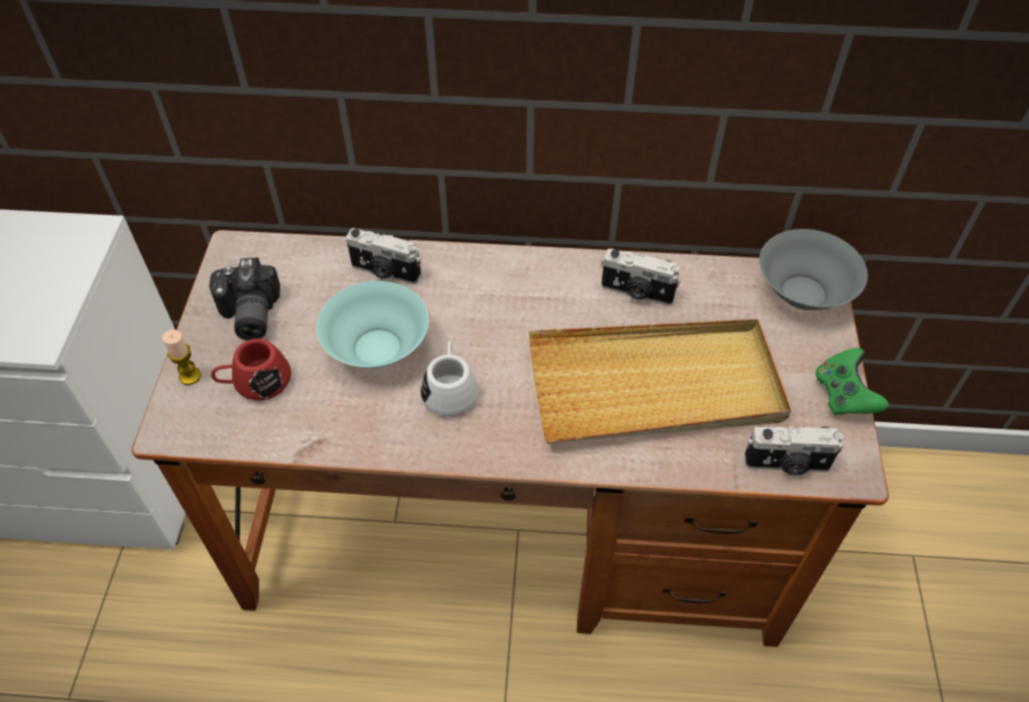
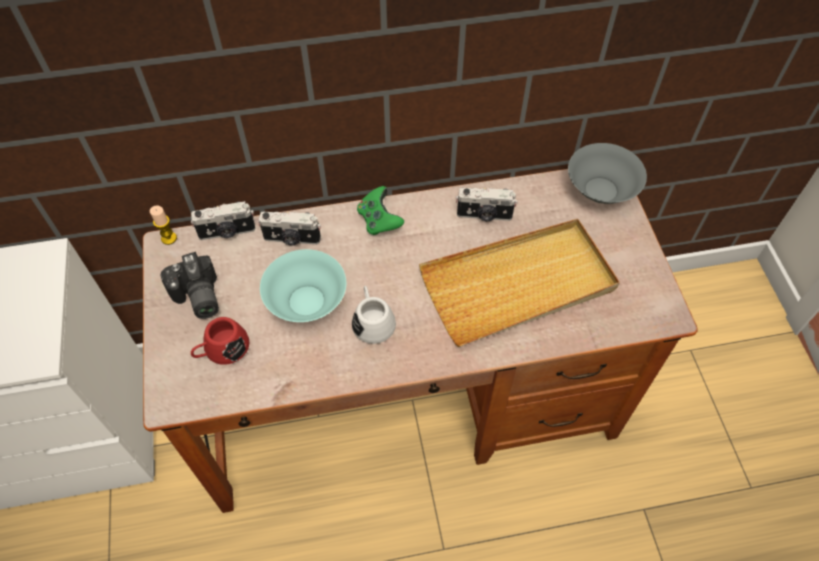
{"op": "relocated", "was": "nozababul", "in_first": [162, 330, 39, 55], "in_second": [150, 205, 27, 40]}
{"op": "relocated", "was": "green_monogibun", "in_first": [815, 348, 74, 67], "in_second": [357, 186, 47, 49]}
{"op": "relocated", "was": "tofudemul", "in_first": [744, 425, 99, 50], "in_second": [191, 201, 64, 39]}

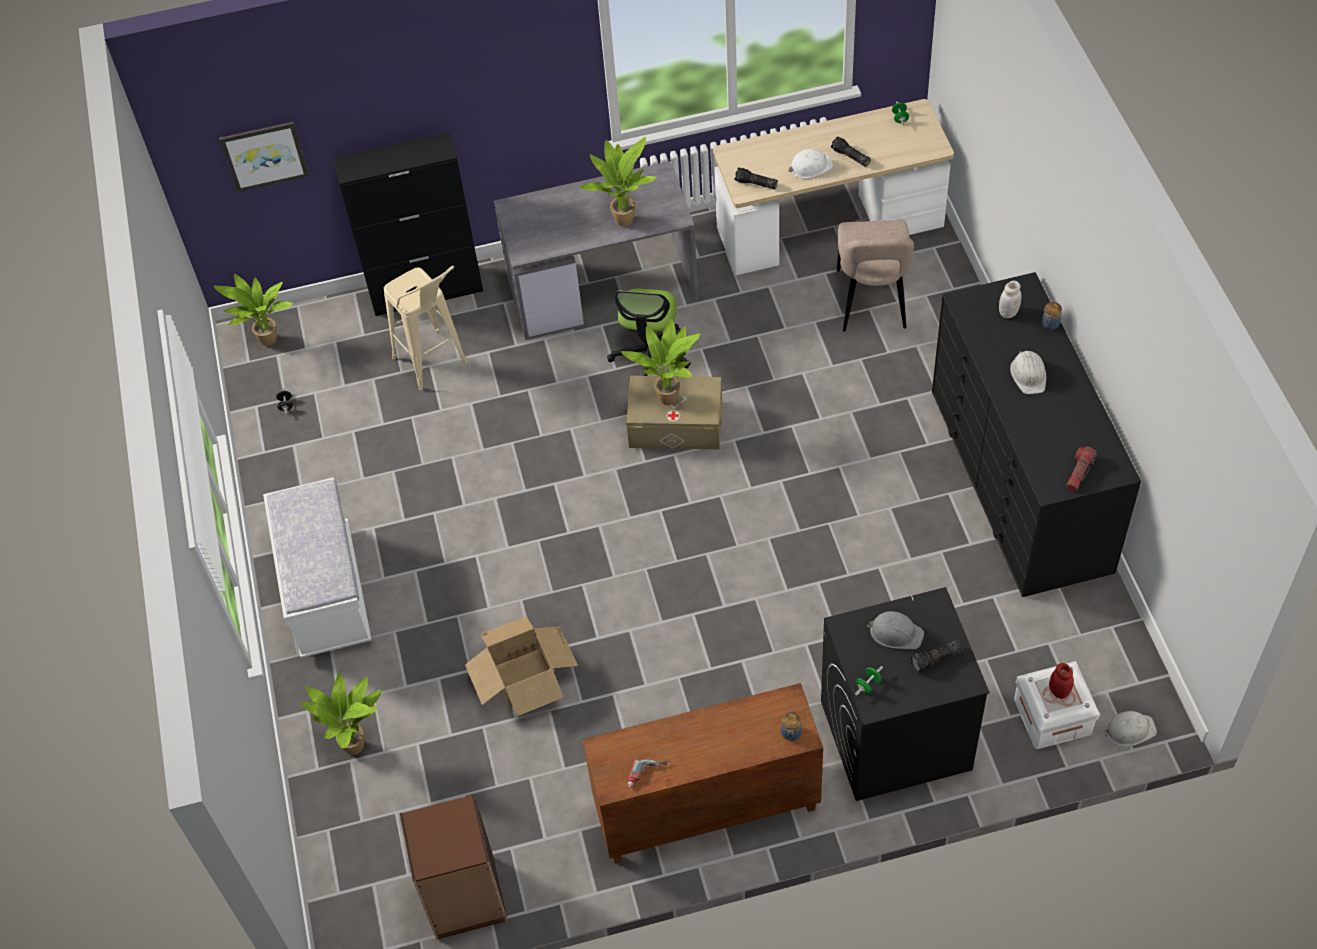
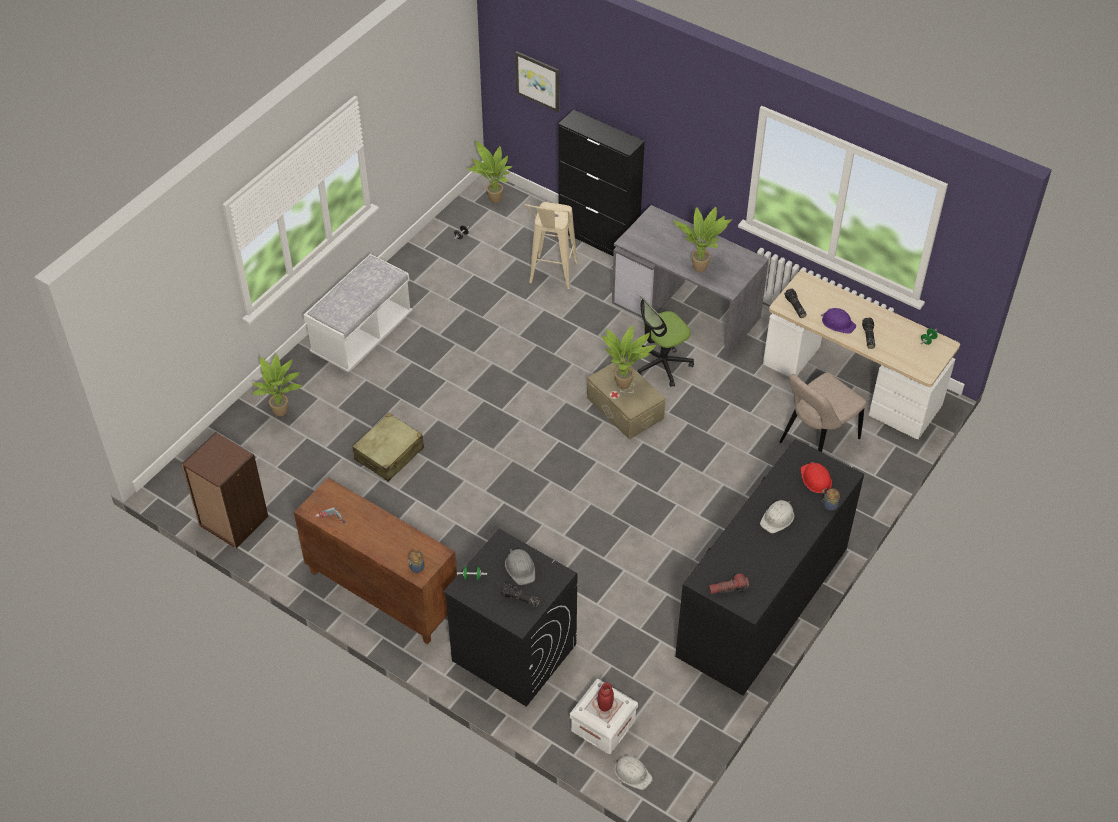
{"op": "colour", "was": "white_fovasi", "now": "purple_fovasi", "in_first": [789, 149, 45, 29], "in_second": [821, 308, 35, 26]}
{"op": "exchanged", "was": "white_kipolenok", "now": "red_fovasi", "in_first": [999, 281, 22, 37], "in_second": [801, 462, 31, 32]}
{"op": "exchanged", "was": "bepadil", "now": "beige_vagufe", "in_first": [465, 616, 113, 100], "in_second": [353, 413, 71, 69]}

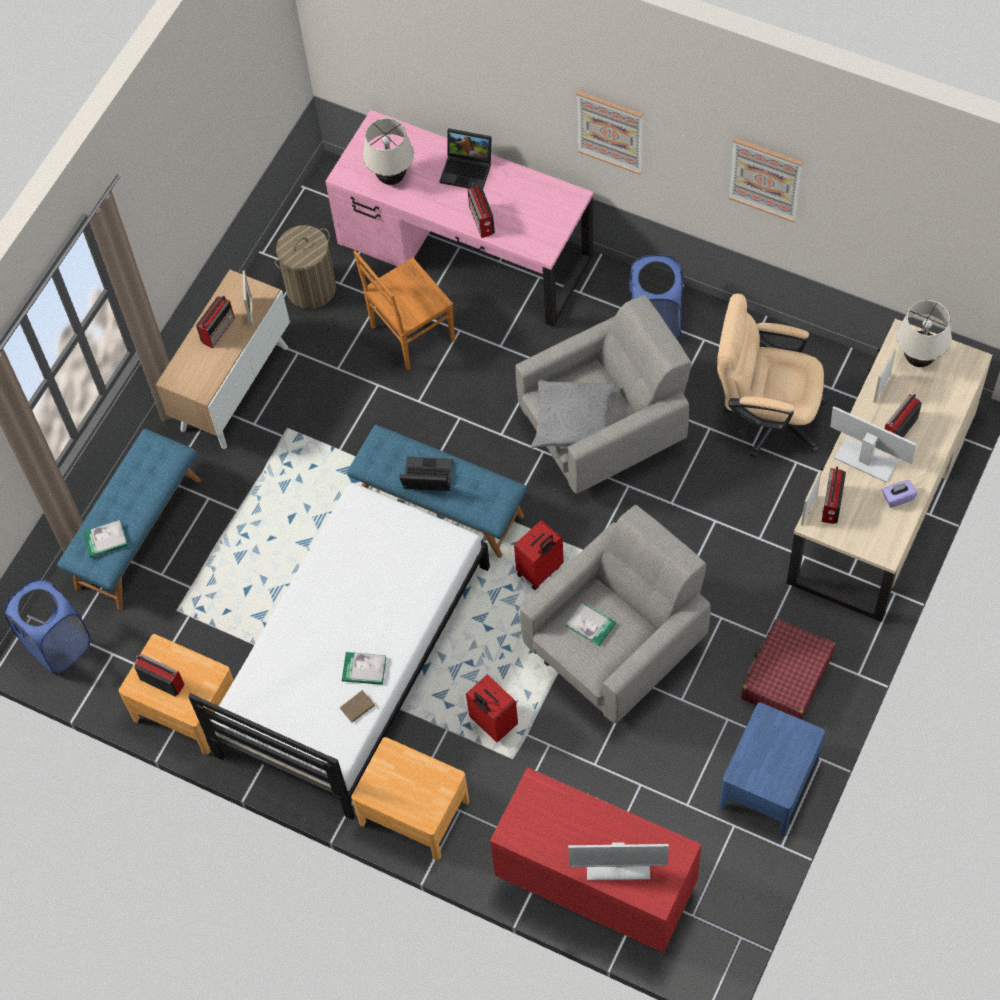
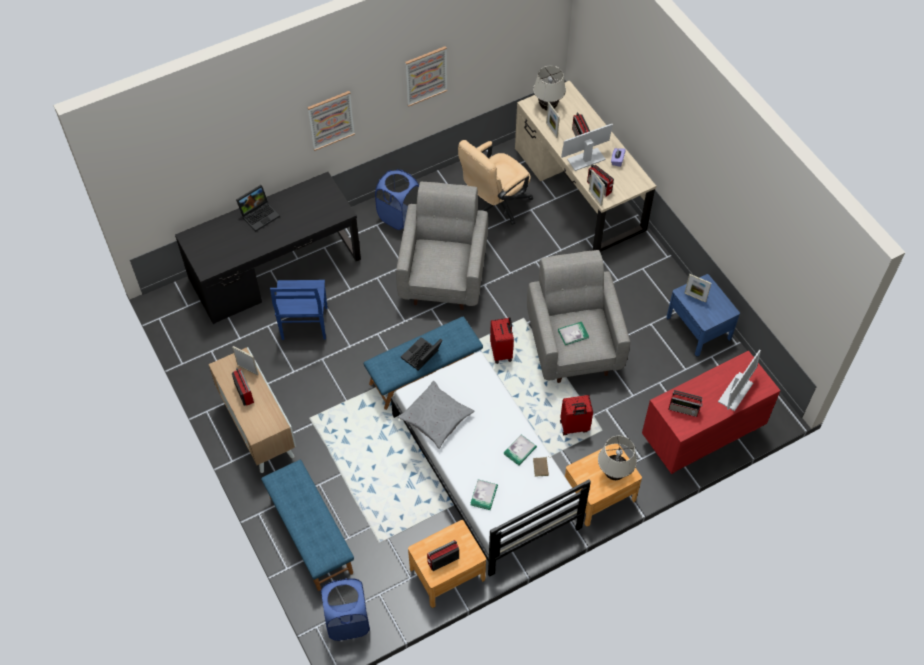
{"op": "colour", "was": "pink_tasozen", "now": "black_tasozen", "in_first": [325, 110, 268, 217], "in_second": [175, 172, 186, 152]}
{"op": "relocated", "was": "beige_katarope", "in_first": [363, 118, 51, 67], "in_second": [598, 436, 39, 44]}
{"op": "relocated", "was": "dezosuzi", "in_first": [467, 183, 28, 55], "in_second": [668, 390, 35, 27]}
{"op": "missing", "was": "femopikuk", "in_first": [275, 225, 61, 84]}
{"op": "colour", "was": "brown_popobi", "now": "blue_popobi", "in_first": [354, 251, 101, 119], "in_second": [270, 280, 58, 60]}
{"op": "relocated", "was": "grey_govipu", "in_first": [531, 379, 85, 69], "in_second": [398, 381, 77, 68]}
{"op": "relocated", "was": "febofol", "in_first": [83, 520, 45, 38], "in_second": [470, 480, 28, 30]}
{"op": "missing", "was": "red_vagufe", "in_first": [741, 619, 94, 101]}
{"op": "appeared", "now": "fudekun", "in_second": [684, 274, 27, 29]}

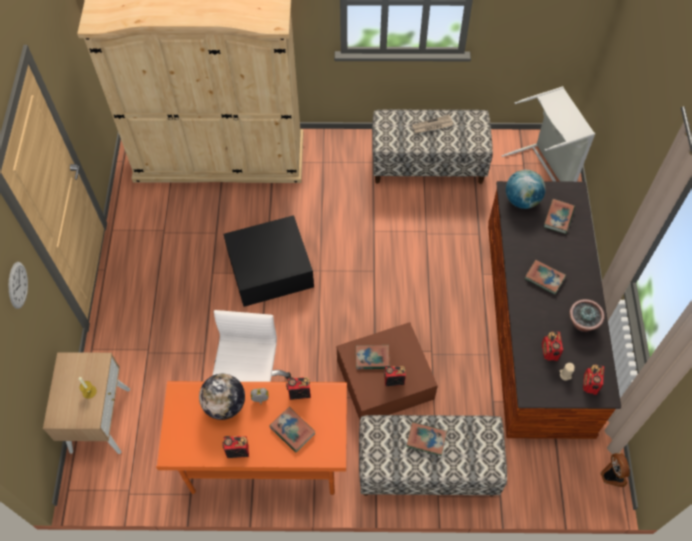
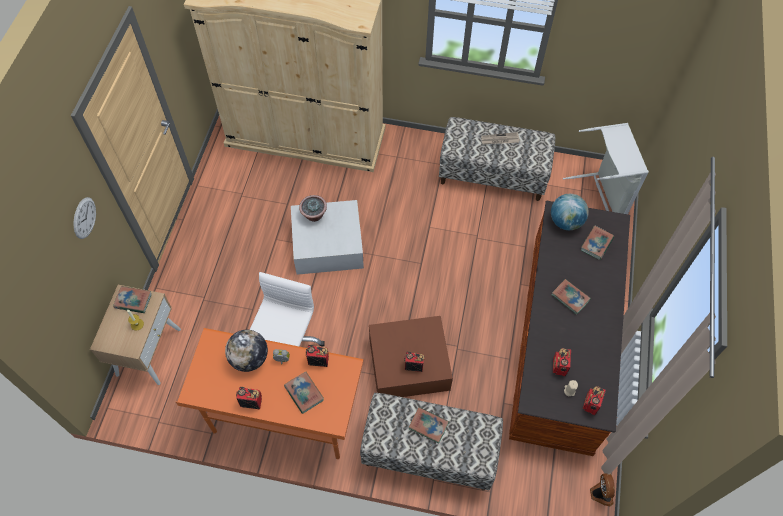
{"op": "colour", "was": "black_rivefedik", "now": "white_rivefedik", "in_first": [223, 215, 91, 92], "in_second": [291, 200, 73, 75]}
{"op": "relocated", "was": "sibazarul", "in_first": [569, 299, 36, 33], "in_second": [299, 195, 28, 27]}
{"op": "relocated", "was": "febofol", "in_first": [356, 345, 34, 24], "in_second": [113, 286, 39, 27]}

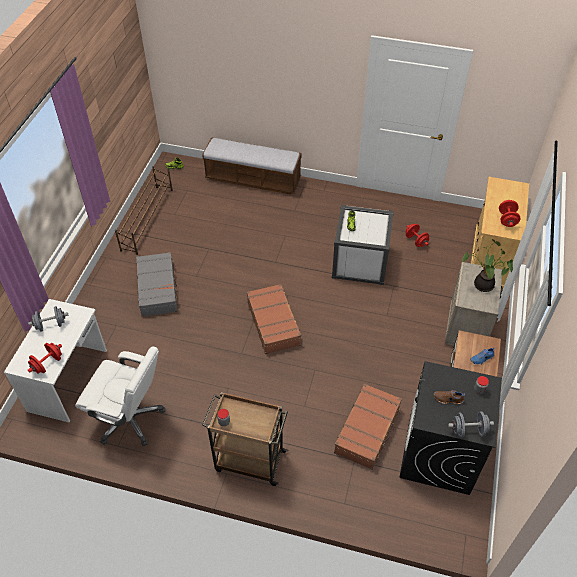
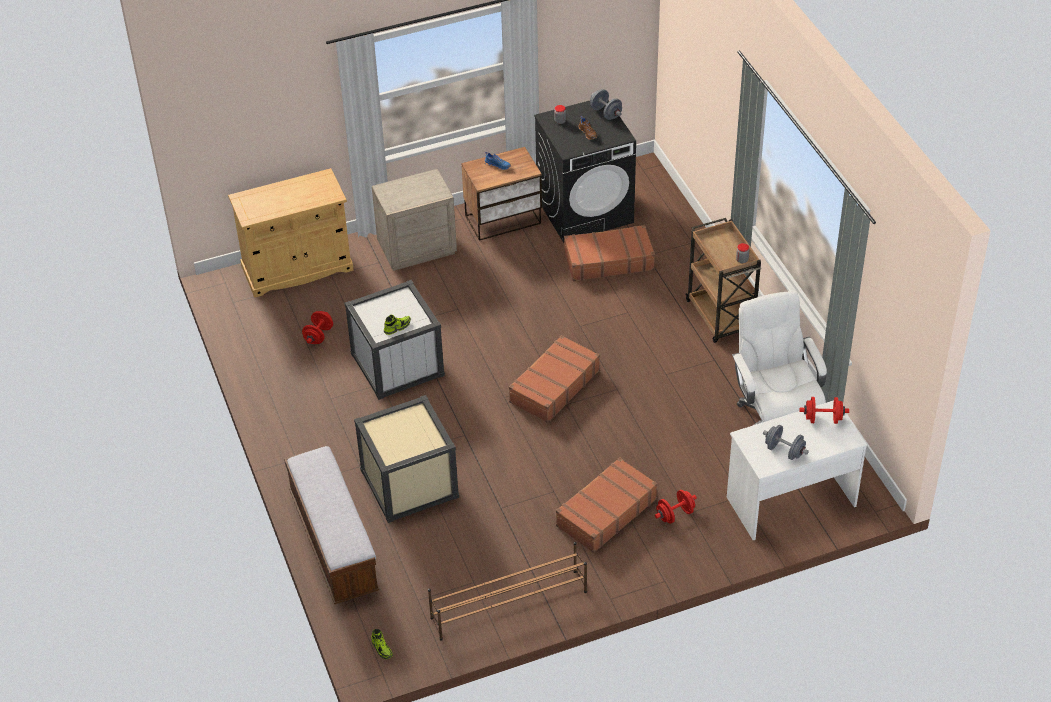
{"op": "relocated", "was": "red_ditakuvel", "in_first": [499, 200, 21, 27], "in_second": [655, 490, 42, 34]}
{"op": "missing", "was": "sibazarul", "in_first": [462, 239, 51, 53]}
{"op": "colour", "was": "grey_vagufe", "now": "brown_vagufe", "in_first": [136, 252, 44, 65], "in_second": [556, 457, 102, 96]}
{"op": "appeared", "now": "beige_rivefedik", "in_second": [354, 395, 105, 128]}

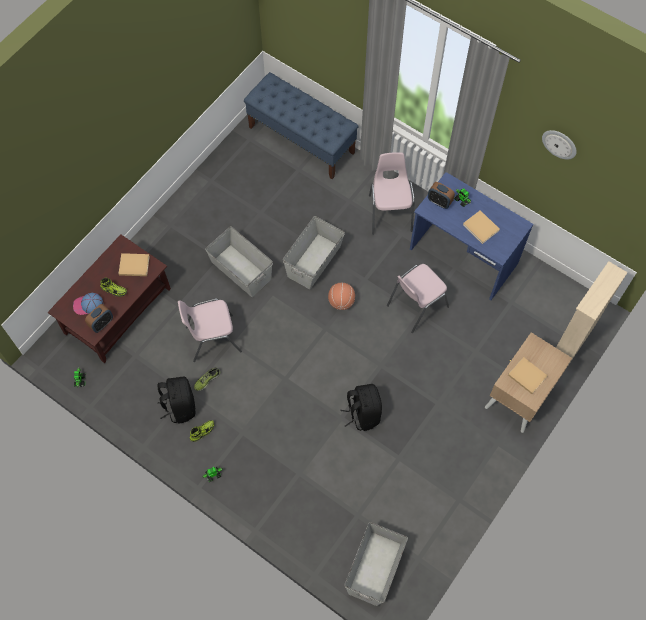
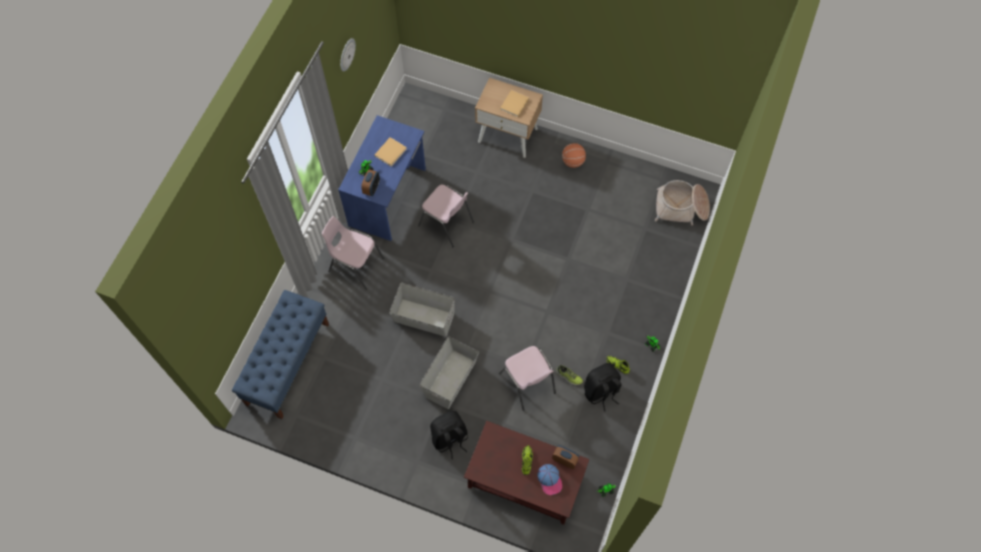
{"op": "spun", "was": "pink_popobi", "in_first": [369, 152, 46, 83], "in_second": [322, 216, 63, 74], "clockwise": 45}
{"op": "missing", "was": "beige_febofol", "in_first": [118, 253, 32, 23]}
{"op": "missing", "was": "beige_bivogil", "in_first": [556, 261, 72, 106]}
{"op": "relocated", "was": "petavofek", "in_first": [328, 283, 27, 27], "in_second": [562, 143, 24, 25]}
{"op": "relocated", "was": "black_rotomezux", "in_first": [340, 384, 42, 47], "in_second": [430, 411, 38, 49]}
{"op": "exchanged", "was": "grey_rivefedik", "now": "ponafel", "in_first": [345, 522, 63, 84], "in_second": [655, 180, 55, 46]}

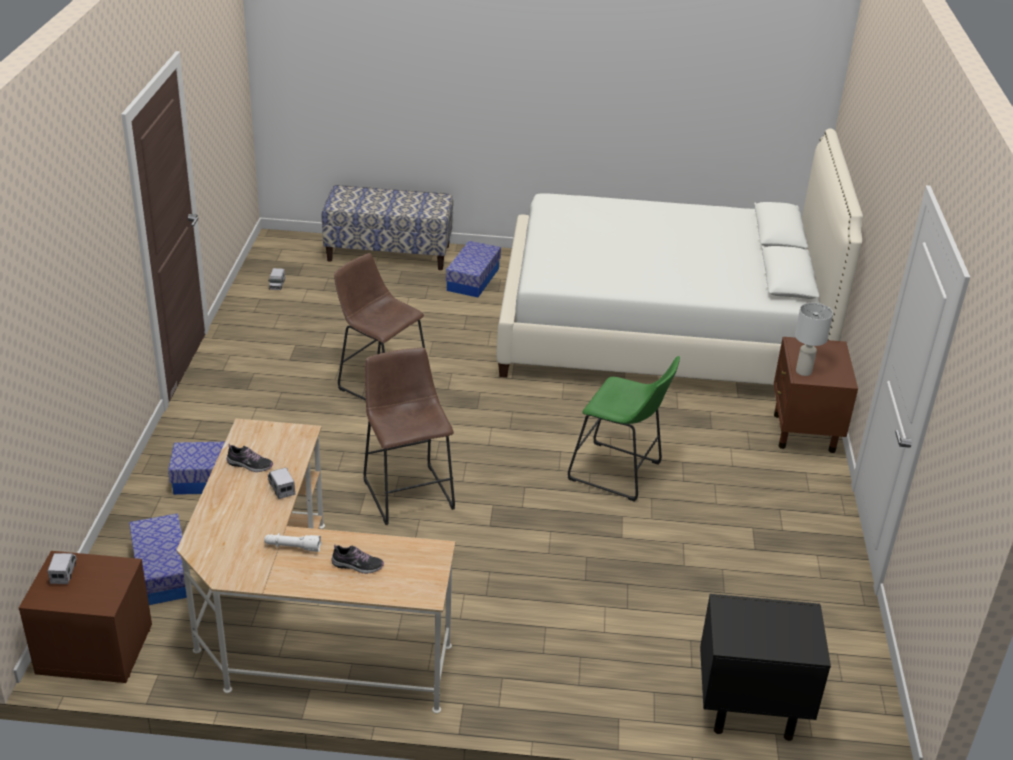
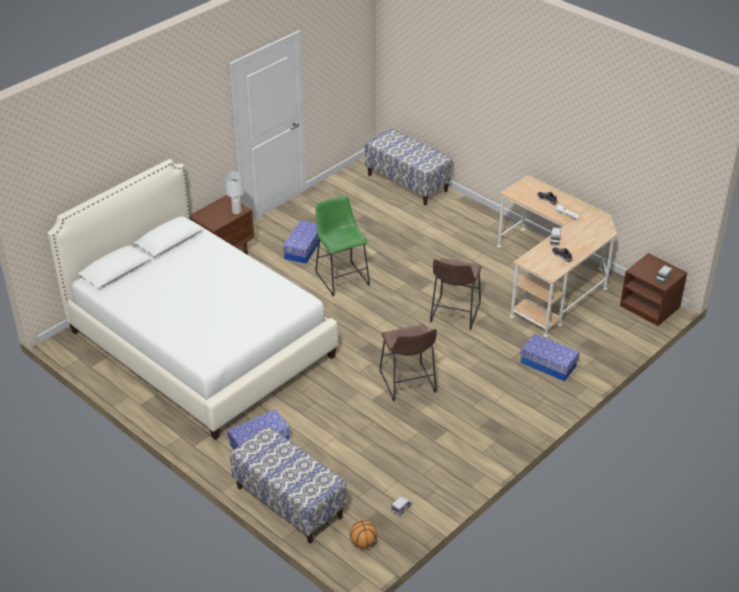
{"op": "relocated", "was": "rivefedik", "in_first": [129, 513, 63, 92], "in_second": [283, 220, 38, 44]}
{"op": "exchanged", "was": "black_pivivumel", "now": "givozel", "in_first": [700, 594, 131, 147], "in_second": [365, 129, 87, 76]}
{"op": "appeared", "now": "petavofek", "in_second": [350, 520, 27, 28]}

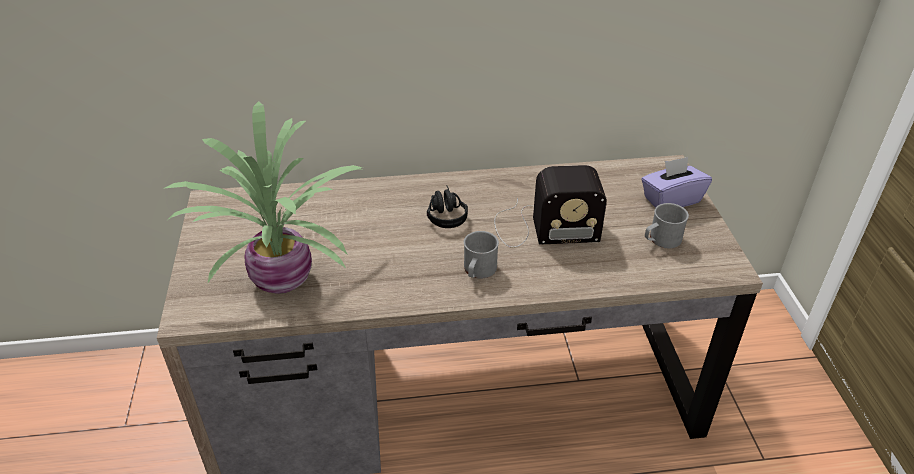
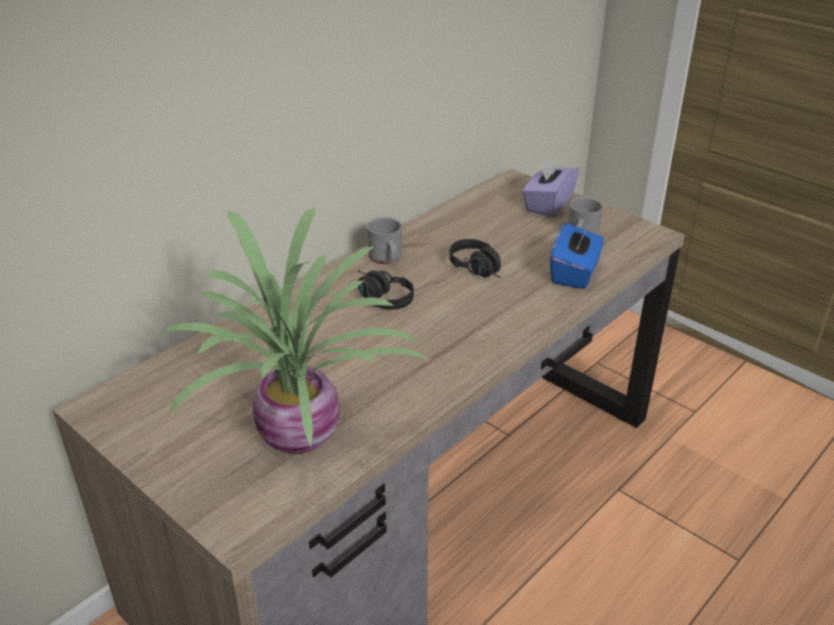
{"op": "exchanged", "was": "dezosuzi", "now": "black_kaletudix", "in_first": [494, 165, 113, 83], "in_second": [449, 239, 52, 39]}
{"op": "relocated", "was": "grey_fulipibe", "in_first": [464, 231, 35, 48], "in_second": [367, 217, 35, 47]}
{"op": "appeared", "now": "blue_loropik", "in_second": [550, 223, 53, 66]}

